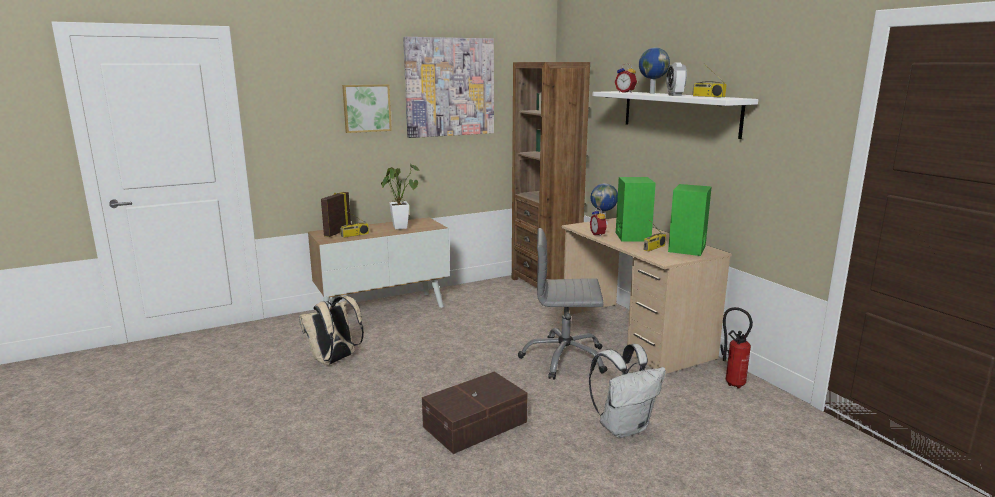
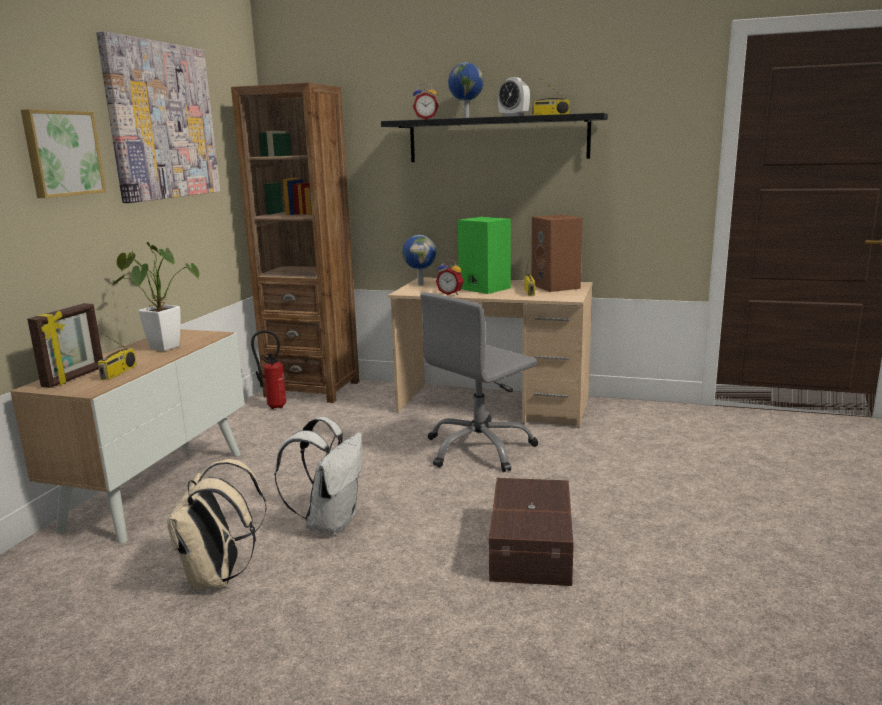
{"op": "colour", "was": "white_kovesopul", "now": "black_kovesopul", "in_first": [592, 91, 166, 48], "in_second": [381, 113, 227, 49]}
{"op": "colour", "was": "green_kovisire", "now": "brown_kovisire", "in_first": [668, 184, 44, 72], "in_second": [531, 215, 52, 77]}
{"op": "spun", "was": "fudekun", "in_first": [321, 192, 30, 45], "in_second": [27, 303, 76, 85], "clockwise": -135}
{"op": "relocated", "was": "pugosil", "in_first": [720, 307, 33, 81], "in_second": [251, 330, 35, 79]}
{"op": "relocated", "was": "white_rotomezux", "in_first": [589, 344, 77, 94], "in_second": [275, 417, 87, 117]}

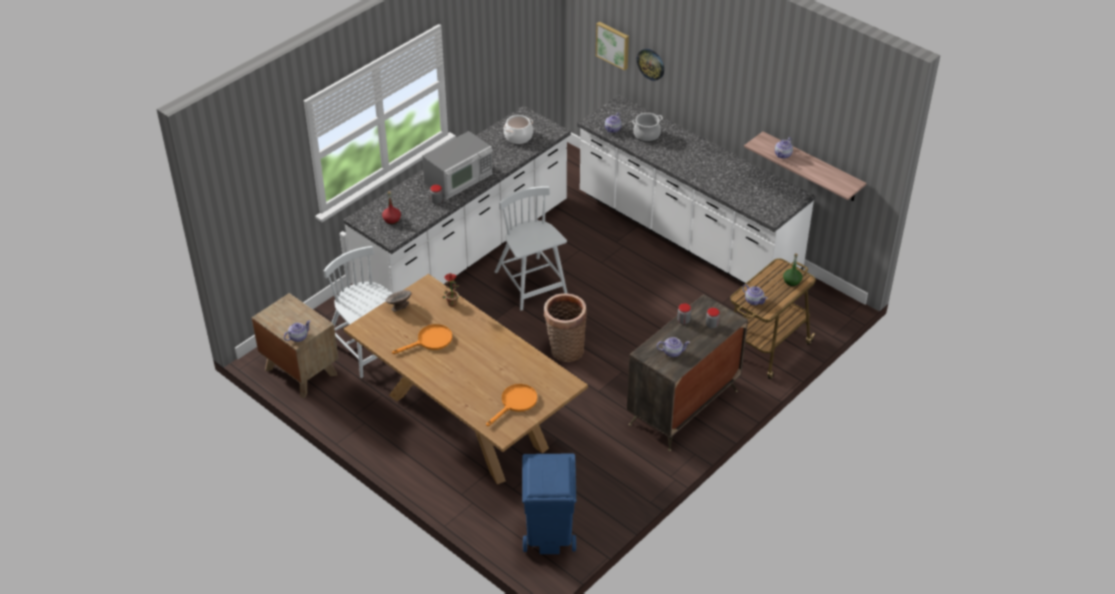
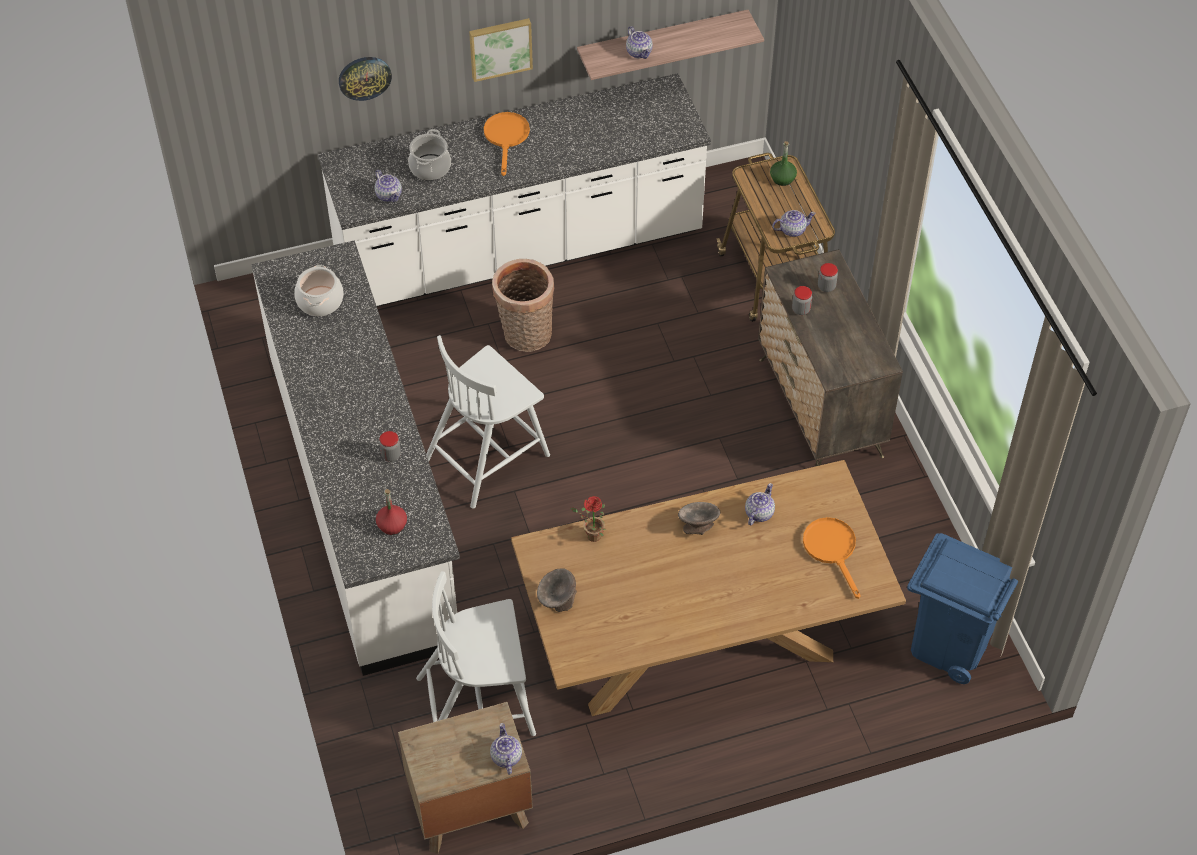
{"op": "relocated", "was": "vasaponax", "in_first": [596, 22, 33, 49], "in_second": [469, 18, 64, 64]}
{"op": "missing", "was": "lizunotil", "in_first": [422, 131, 71, 68]}
{"op": "spun", "was": "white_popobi", "in_first": [495, 186, 72, 125], "in_second": [426, 335, 124, 174], "clockwise": -45}
{"op": "relocated", "was": "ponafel", "in_first": [544, 293, 43, 69], "in_second": [492, 259, 63, 93]}
{"op": "relocated", "was": "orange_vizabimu", "in_first": [392, 324, 60, 30], "in_second": [484, 112, 46, 64]}
{"op": "relocated", "was": "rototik", "in_first": [657, 337, 33, 20], "in_second": [745, 483, 30, 42]}
{"op": "appeared", "now": "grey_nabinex", "in_second": [678, 502, 42, 33]}

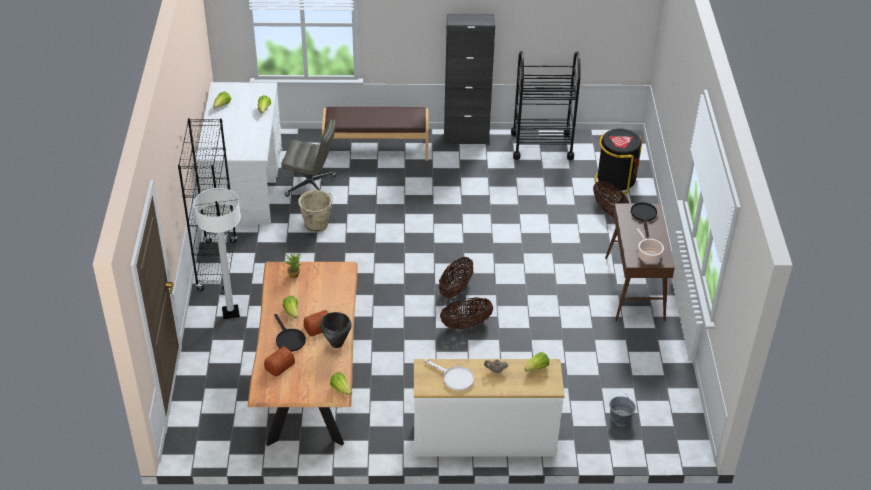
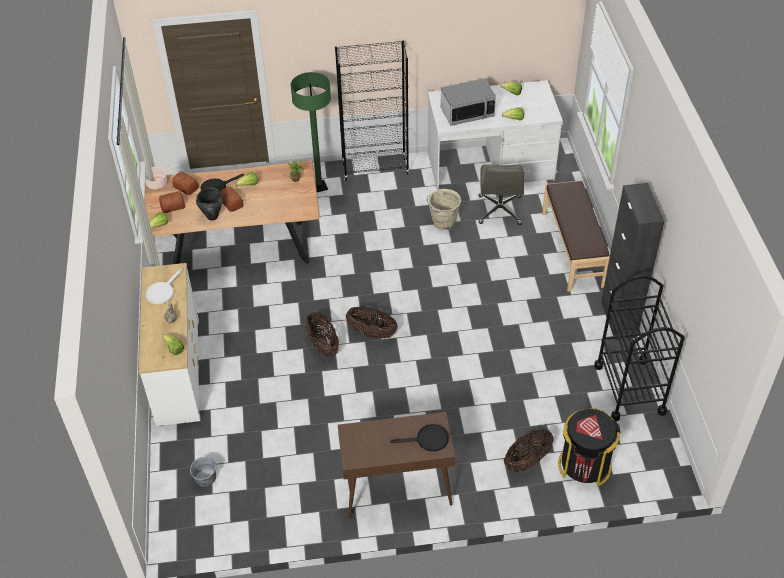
{"op": "colour", "was": "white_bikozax", "now": "green_bikozax", "in_first": [194, 188, 47, 131], "in_second": [290, 72, 41, 120]}
{"op": "relocated", "was": "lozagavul", "in_first": [636, 228, 28, 35], "in_second": [145, 164, 35, 25]}
{"op": "appeared", "now": "lizunotil", "in_second": [441, 78, 55, 48]}
{"op": "appeared", "now": "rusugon", "in_second": [159, 191, 26, 22]}

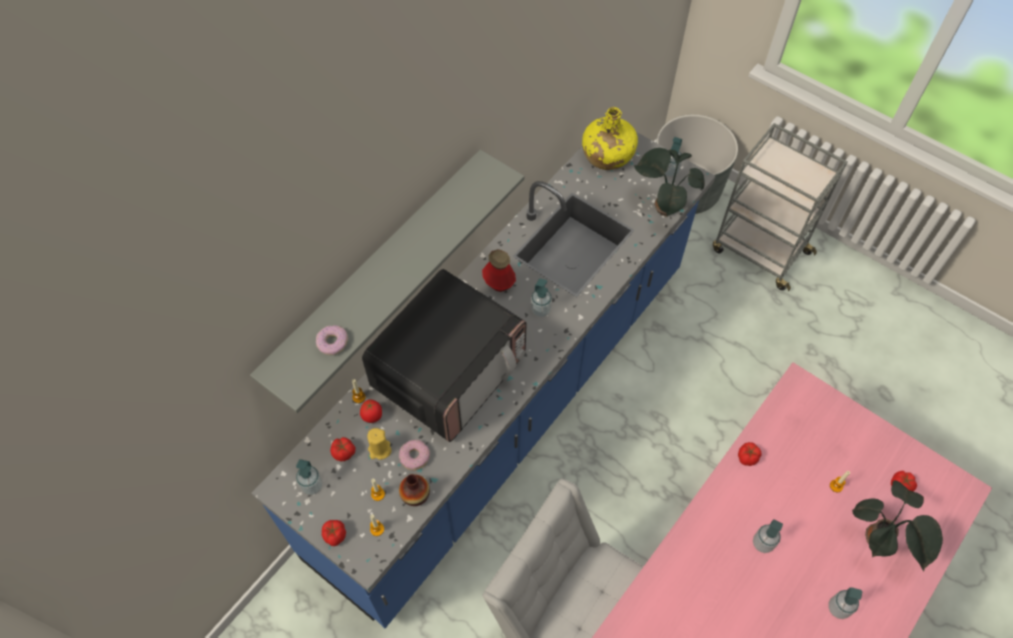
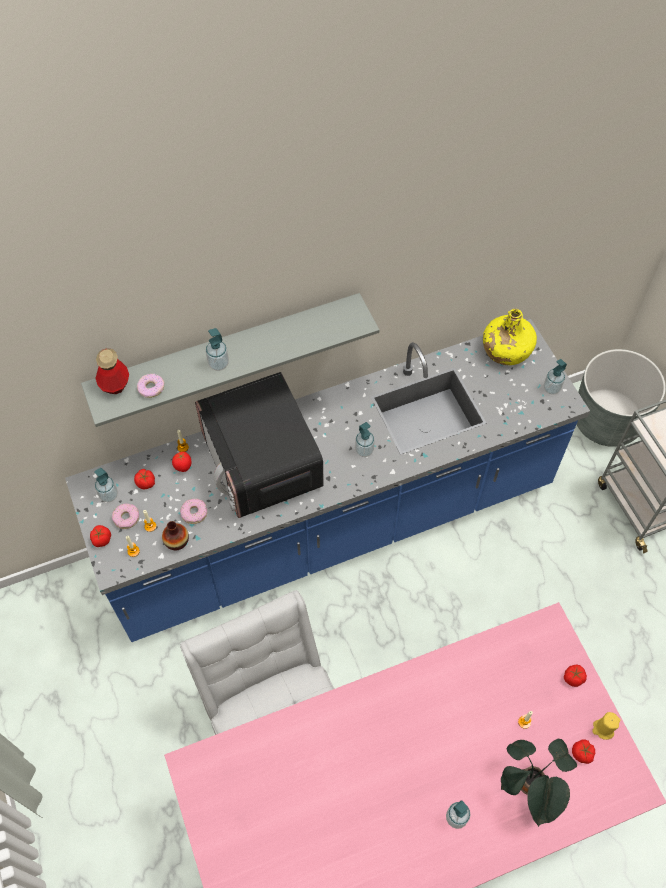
{"op": "missing", "was": "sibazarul", "in_first": [634, 148, 71, 69]}
{"op": "relocated", "was": "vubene", "in_first": [482, 249, 34, 43], "in_second": [95, 348, 34, 46]}
{"op": "spun", "was": "lizunotil", "in_first": [362, 269, 165, 173], "in_second": [195, 372, 129, 146], "clockwise": 90}
{"op": "relocated", "was": "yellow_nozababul", "in_first": [367, 428, 25, 32], "in_second": [592, 712, 28, 28]}
{"op": "relocated", "was": "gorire", "in_first": [738, 442, 24, 24], "in_second": [564, 664, 23, 23]}
{"op": "relocated", "was": "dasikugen", "in_first": [753, 519, 30, 34], "in_second": [206, 328, 23, 43]}
{"op": "appeared", "now": "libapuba", "in_second": [112, 504, 27, 25]}

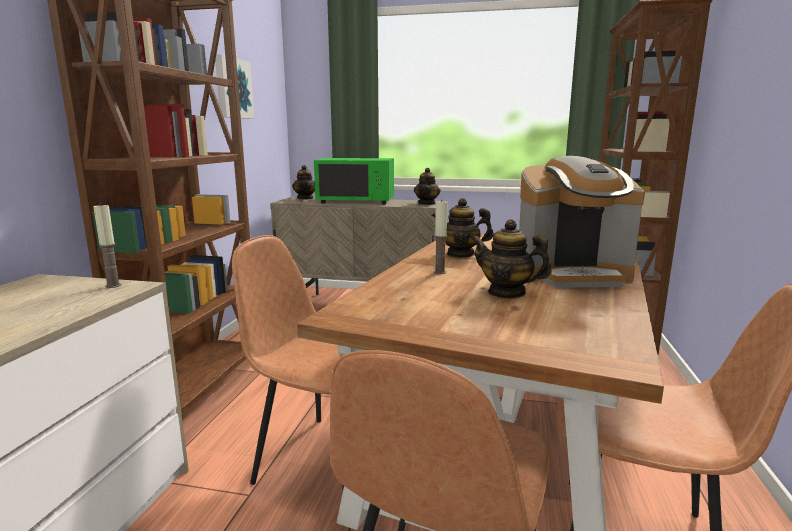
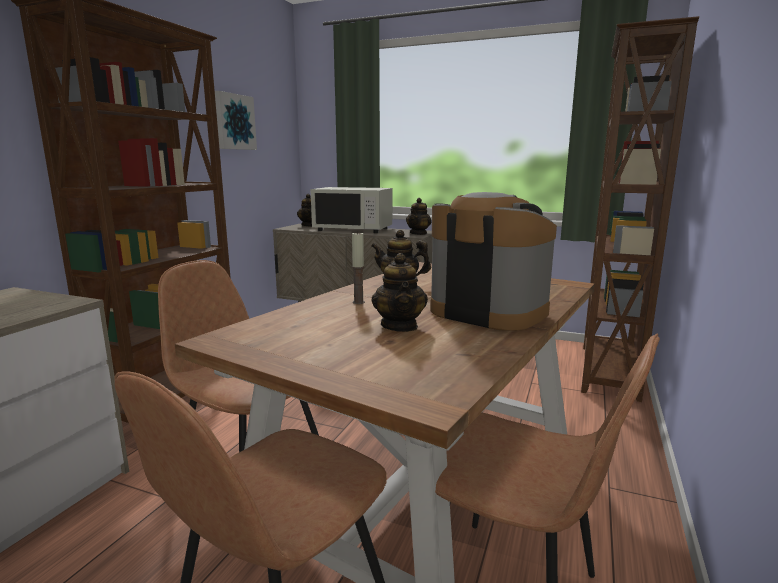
{"op": "spun", "was": "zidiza", "in_first": [519, 156, 126, 132], "in_second": [430, 192, 127, 139], "clockwise": -150}
{"op": "colour", "was": "green_lizunotil", "now": "white_lizunotil", "in_first": [314, 158, 80, 46], "in_second": [310, 187, 82, 46]}
{"op": "missing", "was": "nozababul", "in_first": [93, 203, 28, 85]}
{"op": "spun", "was": "rototik", "in_first": [471, 219, 81, 79], "in_second": [371, 253, 57, 79], "clockwise": -135}

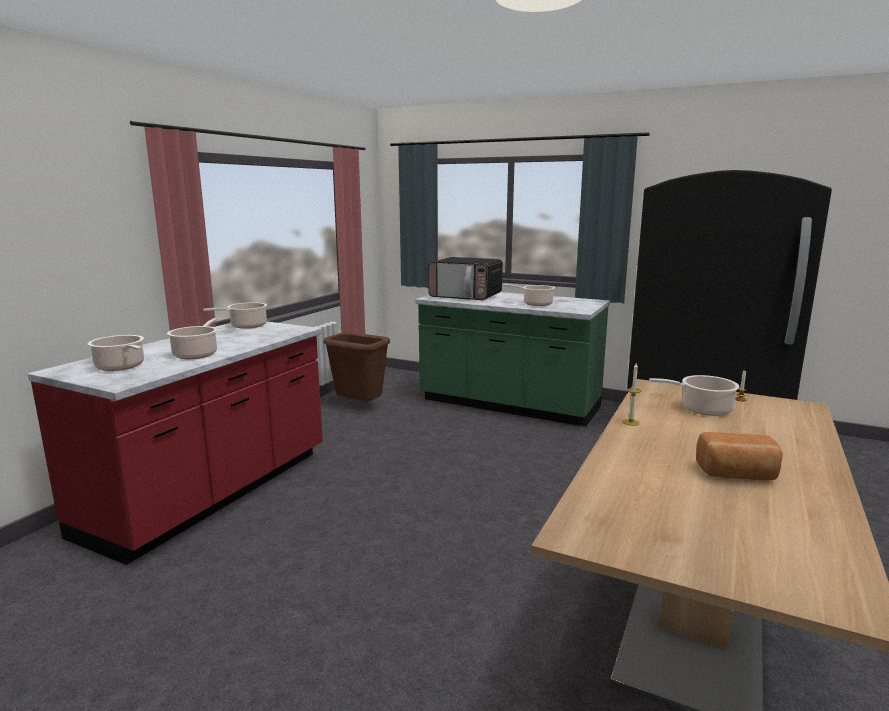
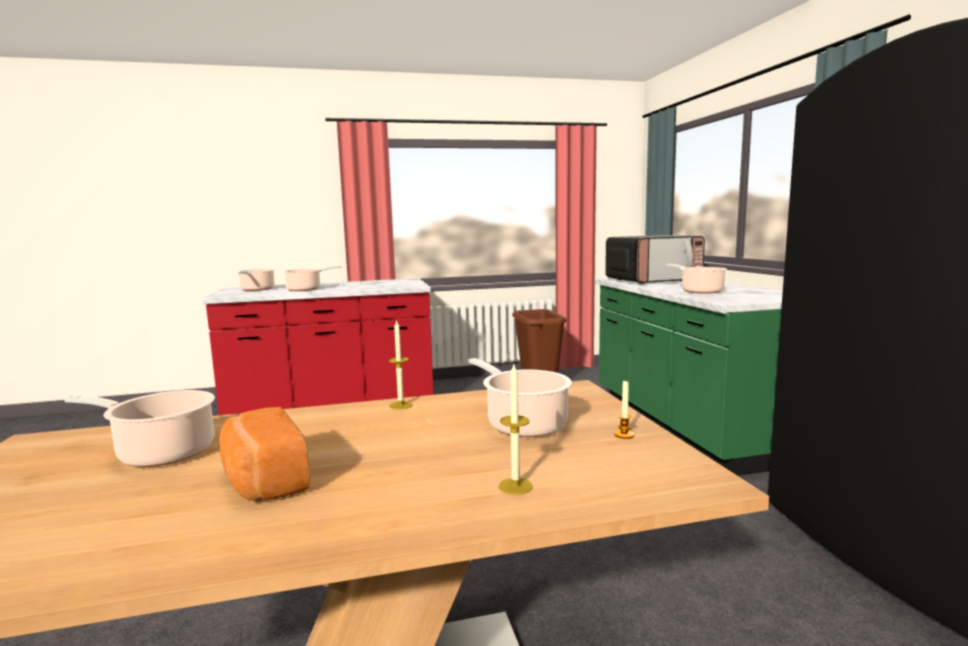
{"op": "spun", "was": "lizunotil", "in_first": [428, 257, 75, 43], "in_second": [605, 235, 100, 49], "clockwise": -90}
{"op": "relocated", "was": "lozagavul", "in_first": [203, 302, 64, 27], "in_second": [64, 390, 151, 77]}
{"op": "appeared", "now": "nozababul", "in_second": [499, 364, 34, 131]}

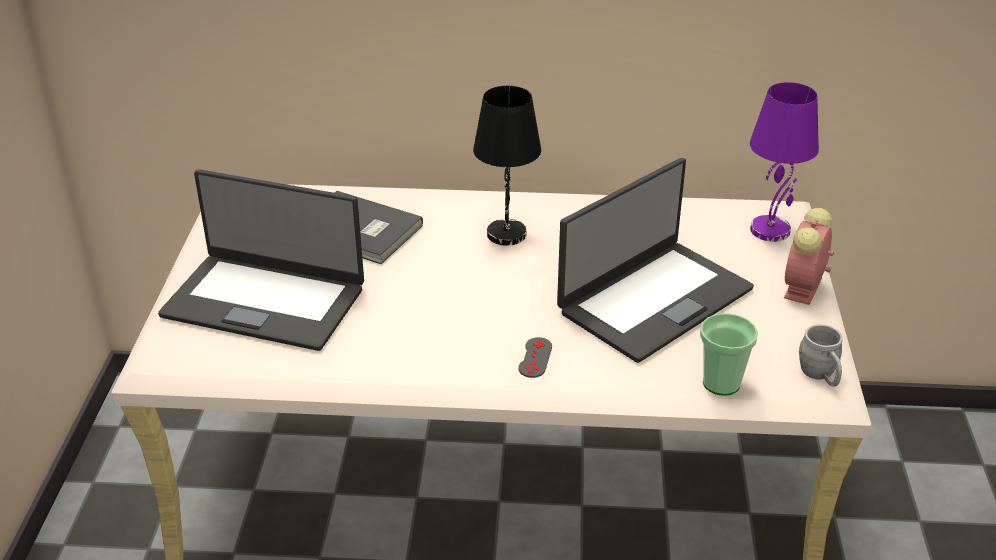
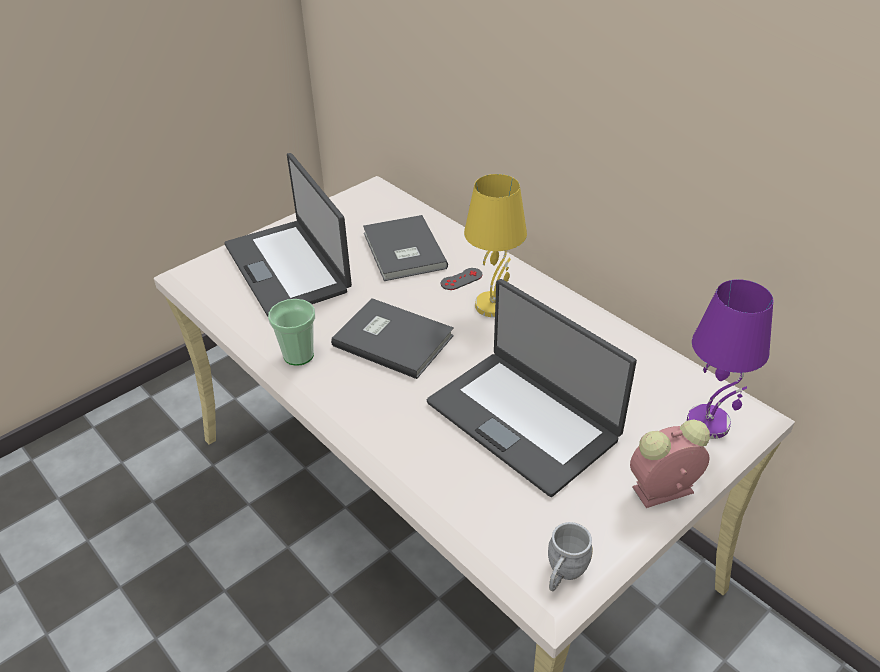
{"op": "colour", "was": "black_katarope", "now": "yellow_katarope", "in_first": [473, 86, 68, 160], "in_second": [464, 174, 63, 143]}
{"op": "spun", "was": "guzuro", "in_first": [557, 158, 197, 205], "in_second": [427, 279, 210, 218], "clockwise": 45}
{"op": "relocated", "was": "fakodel", "in_first": [700, 313, 58, 83], "in_second": [268, 299, 47, 67]}
{"op": "relocated", "was": "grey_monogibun", "in_first": [518, 337, 34, 41], "in_second": [441, 268, 42, 22]}
{"op": "appeared", "now": "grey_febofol", "in_second": [331, 298, 123, 81]}

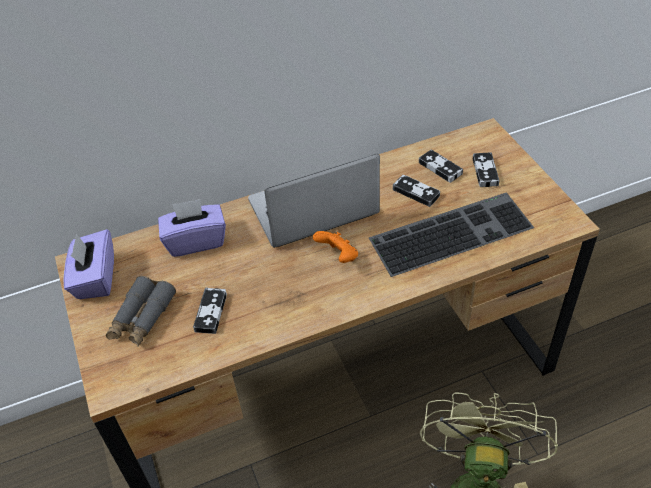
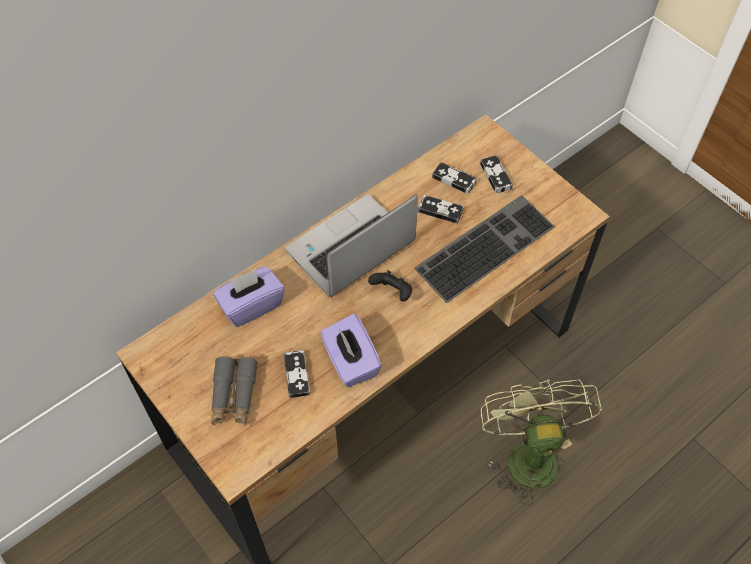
{"op": "relocated", "was": "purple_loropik", "in_first": [63, 229, 51, 70], "in_second": [320, 314, 62, 73]}
{"op": "colour", "was": "orange_monogibun", "now": "black_monogibun", "in_first": [313, 231, 45, 32], "in_second": [368, 270, 44, 32]}

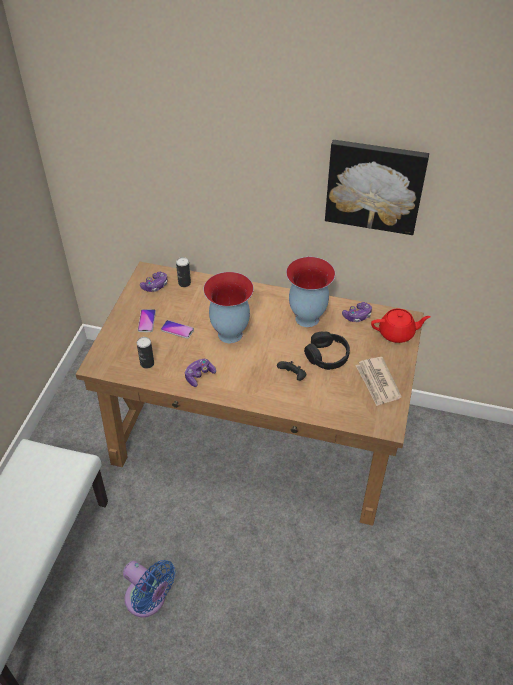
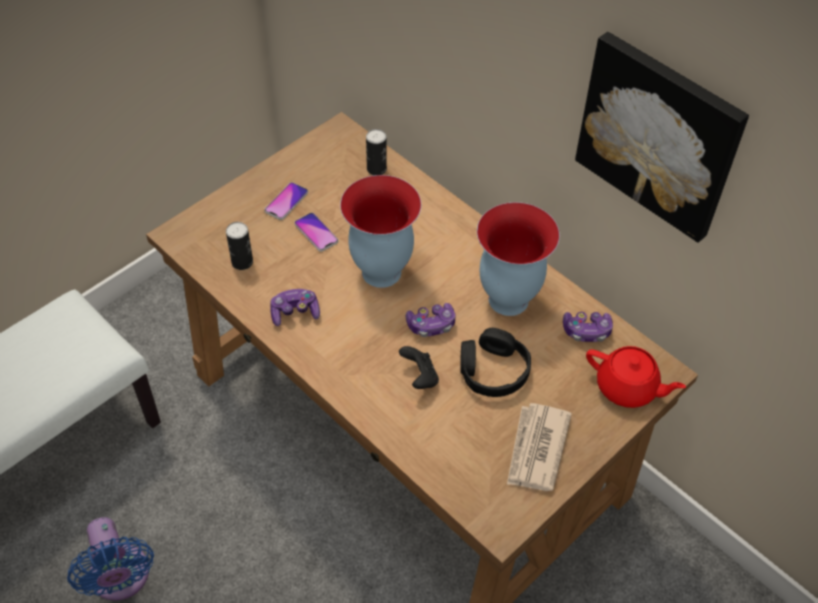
{"op": "relocated", "was": "monogibun", "in_first": [140, 272, 28, 20], "in_second": [406, 303, 50, 34]}

